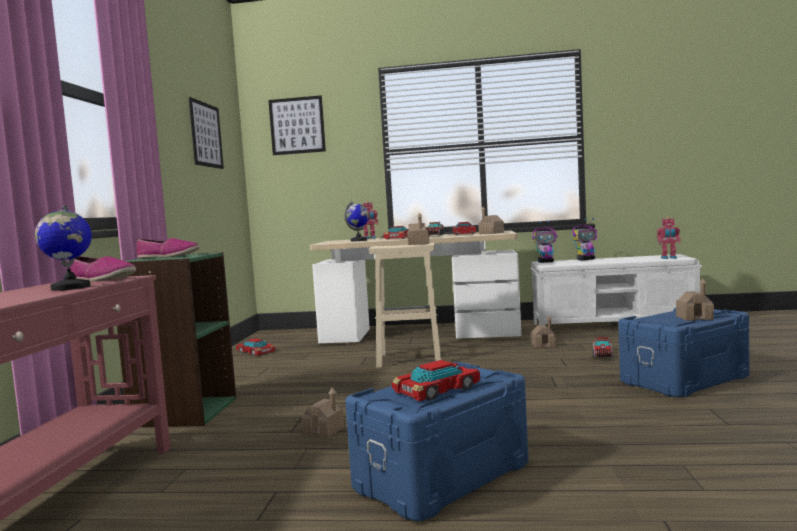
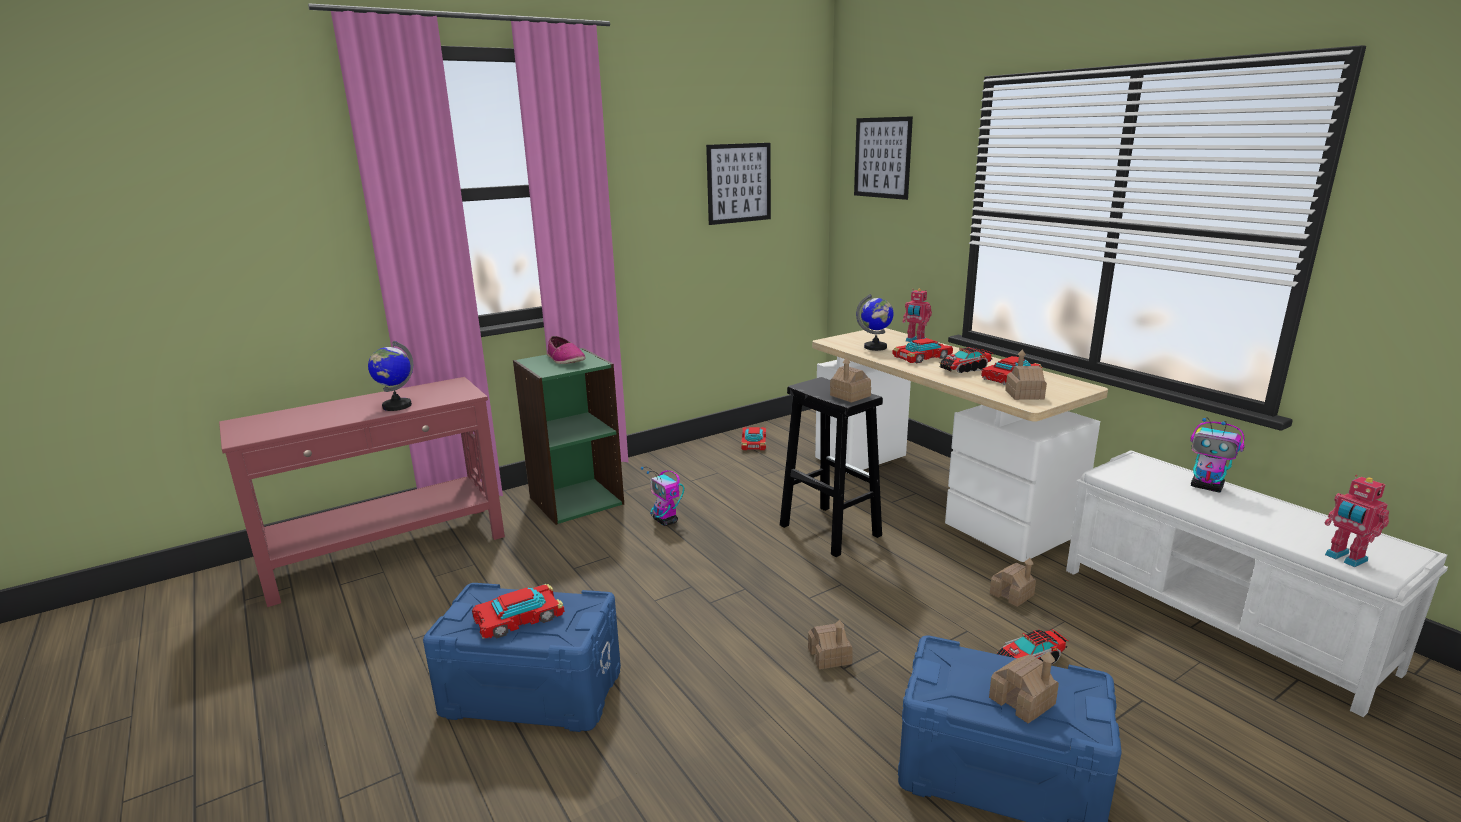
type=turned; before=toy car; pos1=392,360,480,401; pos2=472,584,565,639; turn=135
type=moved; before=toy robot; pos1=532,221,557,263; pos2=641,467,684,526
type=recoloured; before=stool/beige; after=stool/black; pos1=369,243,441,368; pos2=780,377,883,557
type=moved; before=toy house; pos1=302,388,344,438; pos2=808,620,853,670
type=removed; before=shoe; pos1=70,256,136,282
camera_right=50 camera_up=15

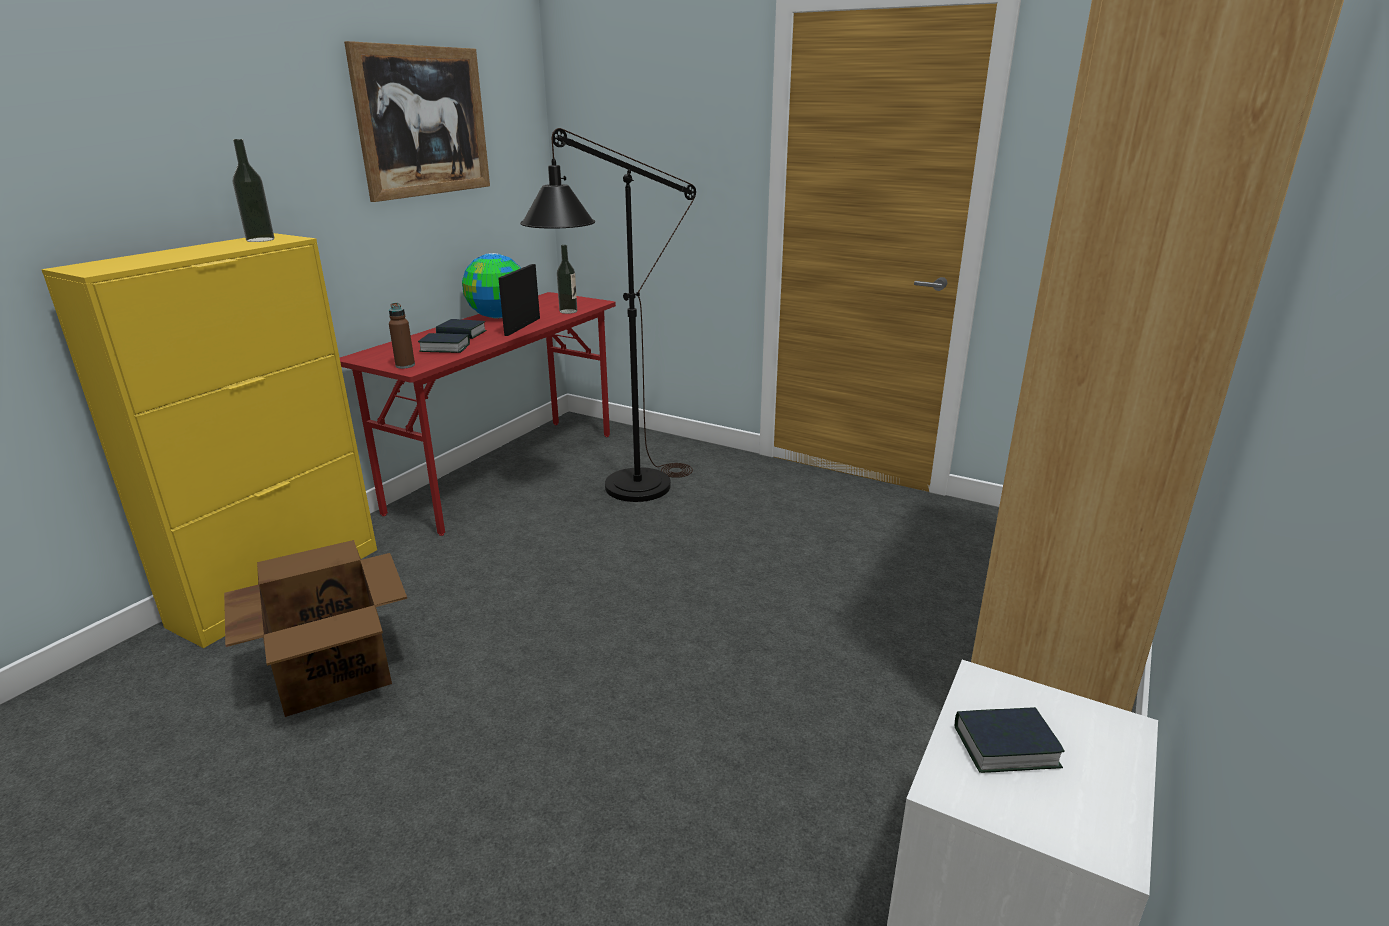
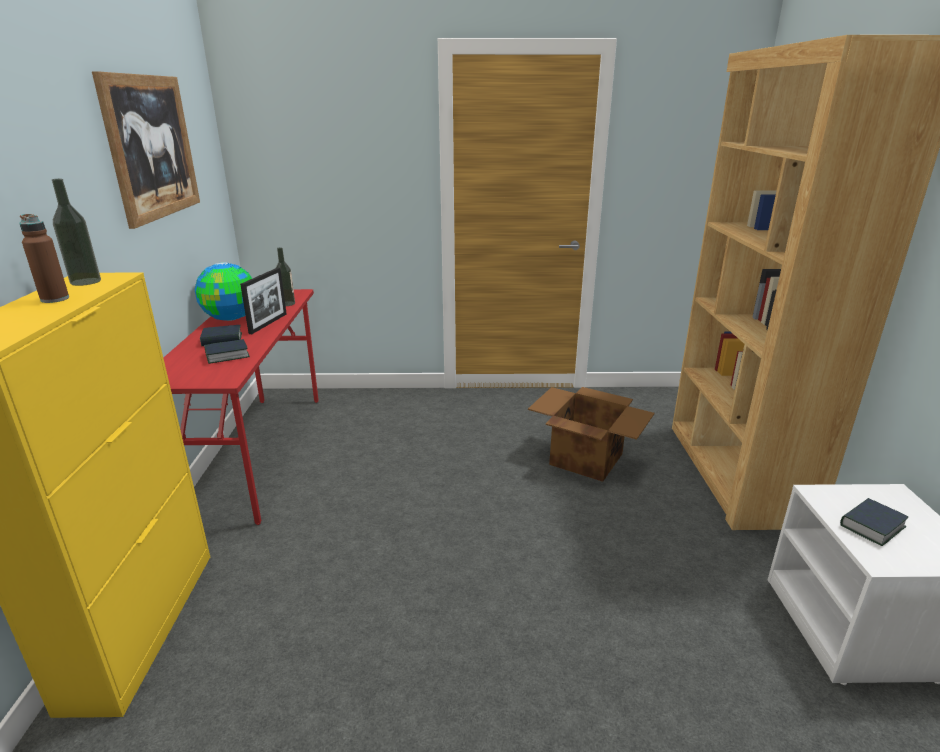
type=moved; before=bottle/brown; pos1=389,303,415,369; pos2=20,214,69,303
type=turned; before=picture frame; pos1=498,264,540,336; pos2=240,268,287,334; turn=-150
type=moved; before=cardboard box; pos1=224,540,407,717; pos2=528,387,655,482
type=removed; before=floor lamp/black; pos1=520,128,696,502
camera_right=-30 camera_up=0

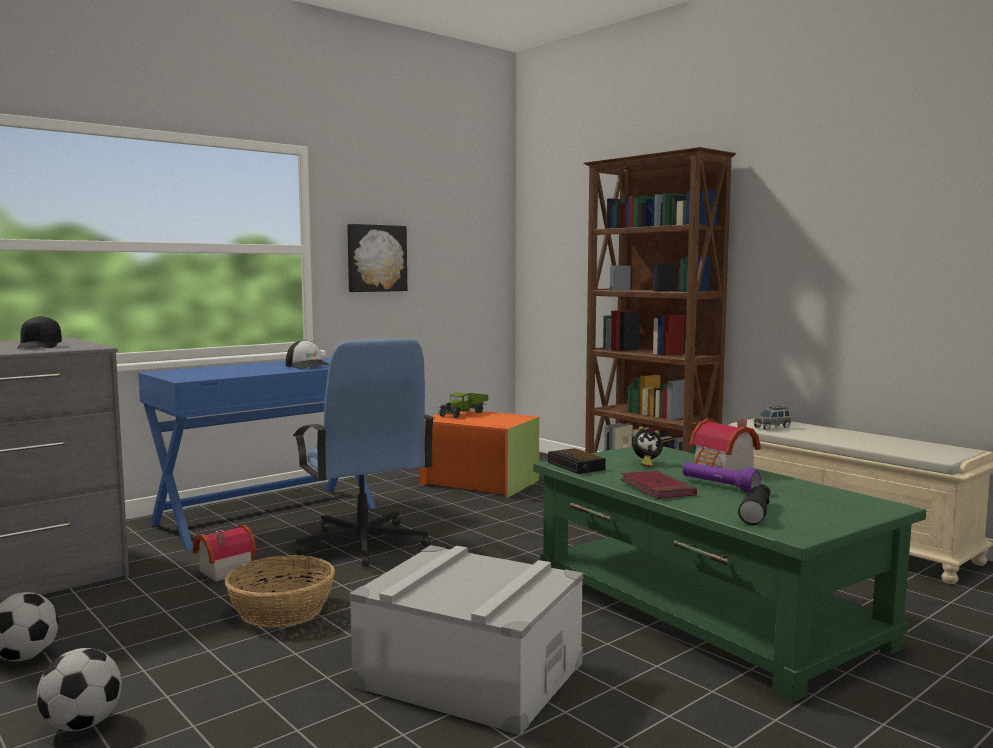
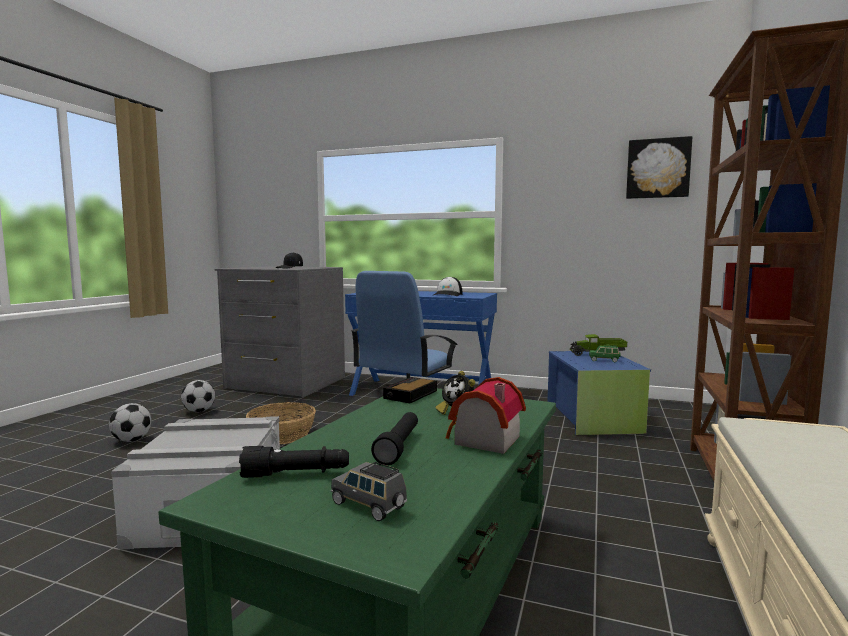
type=moved; before=toy car/grey; pos1=753,406,791,430; pos2=331,462,407,521
type=recoloured; before=flashlight/purple; after=flashlight/black; pos1=682,462,761,493; pos2=371,412,418,465
type=recoloured; before=storage box/orange; after=storage box/blue; pos1=420,410,539,498; pos2=548,351,651,435
type=added; after=toy car/green; pos2=589,345,621,362
type=moved; before=picture; pos1=347,224,407,292; pos2=626,136,692,199
type=removed; before=toy house; pos1=193,525,257,582
type=removed; before=book/red; pos1=620,471,697,499
camera_right=60 camera_up=0

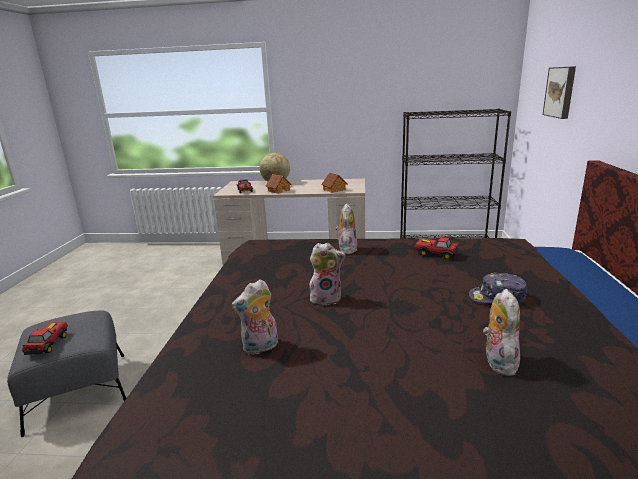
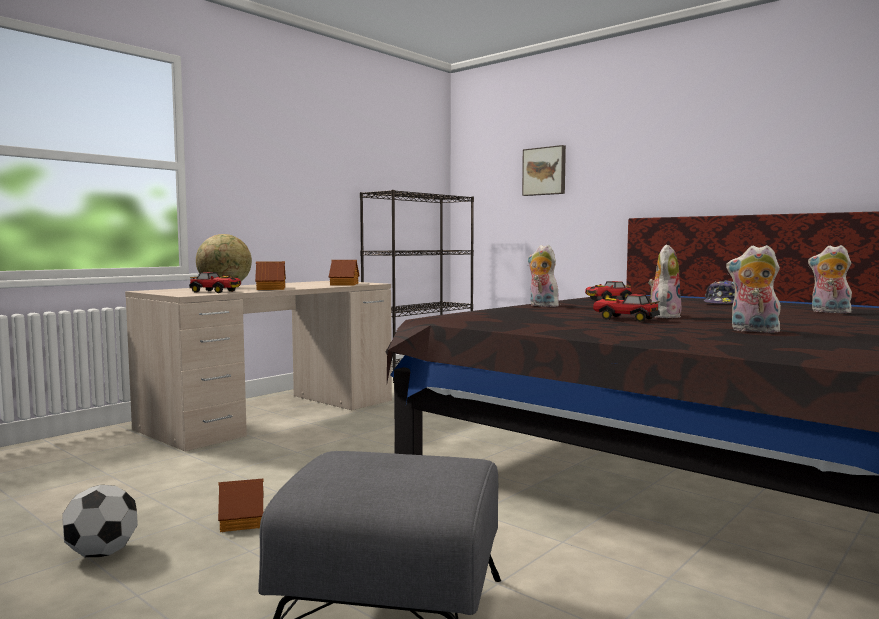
type=added; after=football; pos2=62,485,138,557
type=added; after=toy house; pos2=218,478,264,532
type=moved; before=toy car; pos1=22,322,68,355; pos2=593,294,660,322
type=turned; before=plush toy; pos1=232,279,278,355; pos2=726,245,781,333; turn=120
camera_right=-55 camera_up=-15

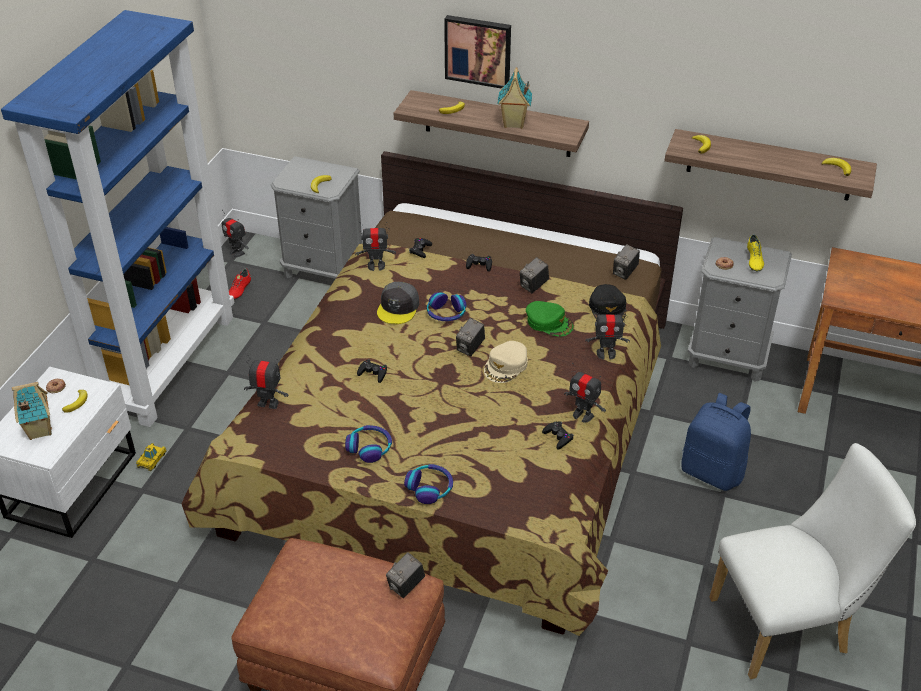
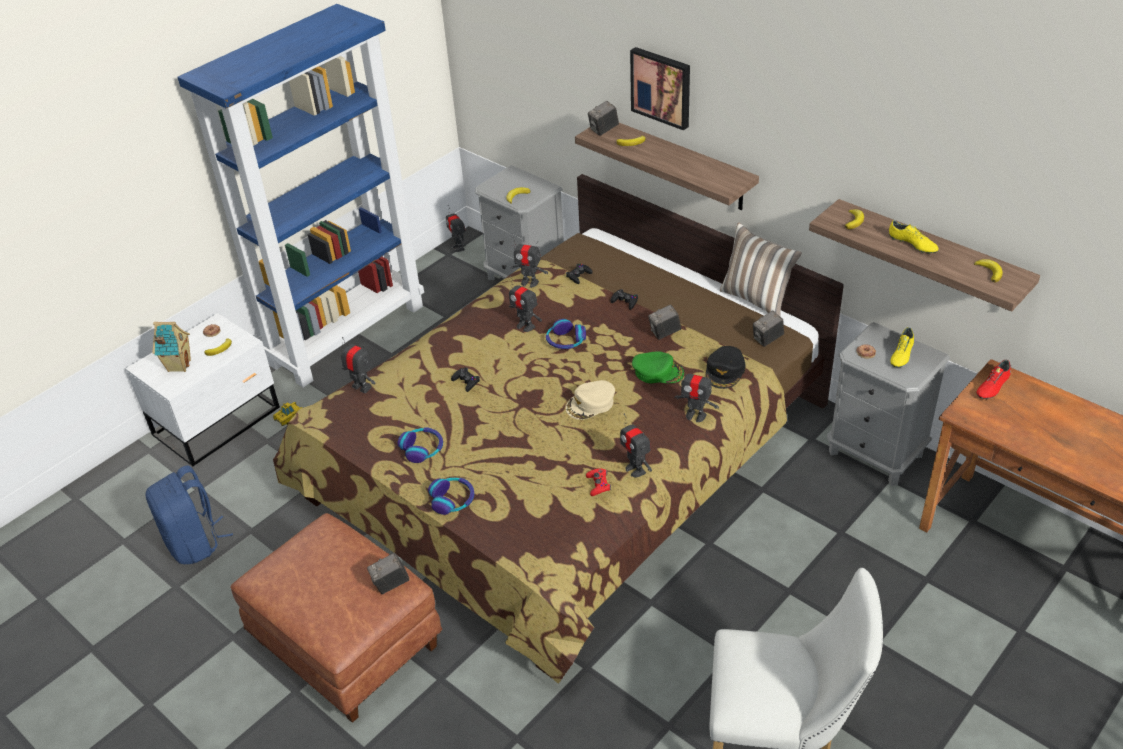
type=moved; before=backpack/blue; pos1=681,393,751,491; pos2=146,465,233,564
type=replaced; before=cap/grey; after=toy robot; pos1=377,282,419,324; pos2=509,276,542,332
type=recoloured; before=game controller/black; after=game controller/red; pos1=542,421,574,449; pos2=586,468,611,496
type=moved; before=photo camera; pos1=456,318,485,356; pos2=588,101,619,136
type=turned; before=cap/green; pos1=526,301,574,337; pos2=632,351,684,383; turn=-45
type=added; after=pillow; pos2=720,223,802,316
type=added; after=shoe/yellow; pos2=889,220,939,254
type=moved; before=shoe/red; pos1=229,268,251,300; pos2=977,360,1011,399
type=removed; before=toy house; pos1=498,67,532,129
camera_right=25 camera_up=0

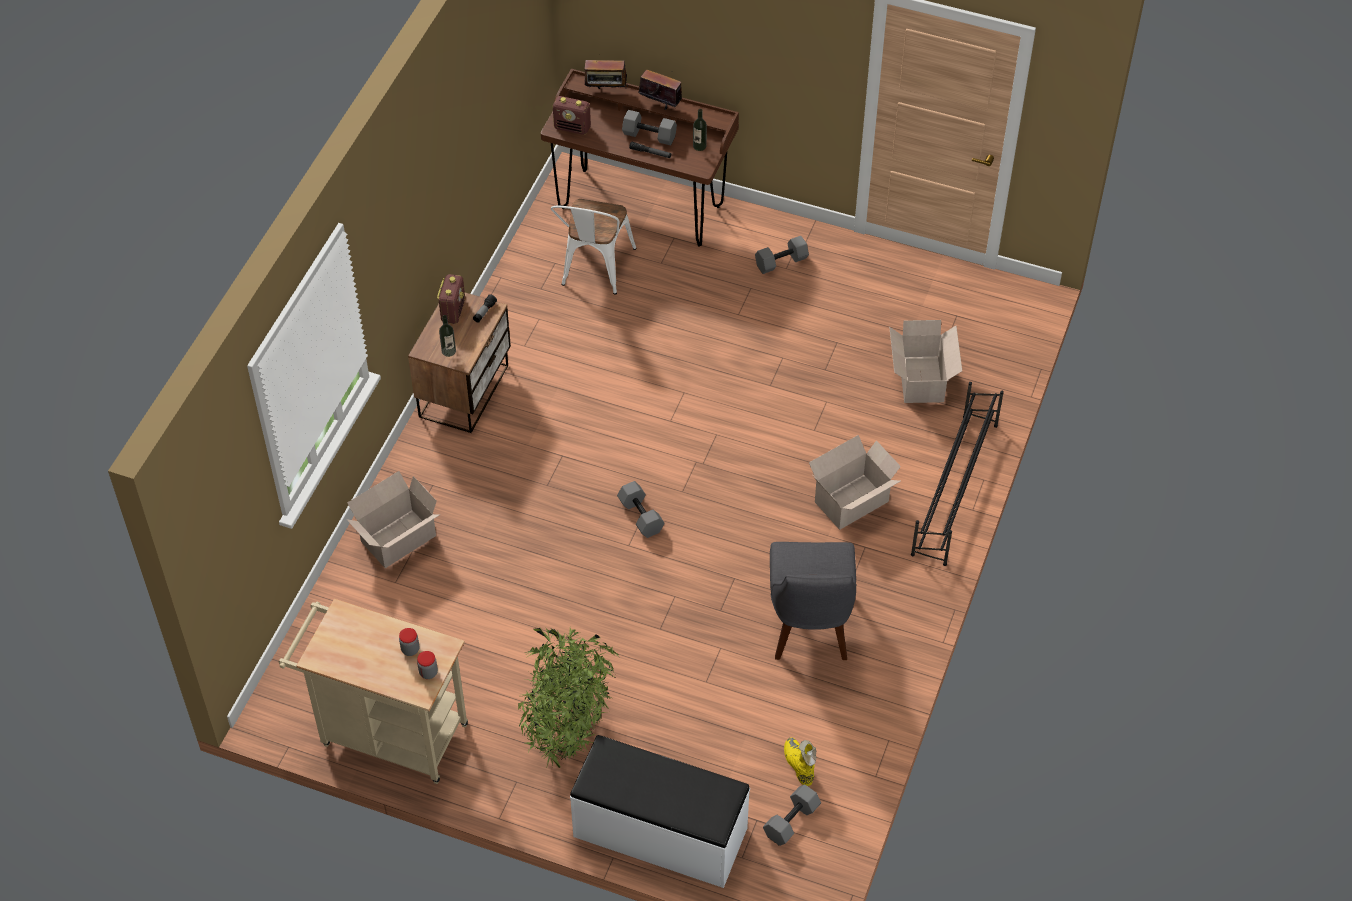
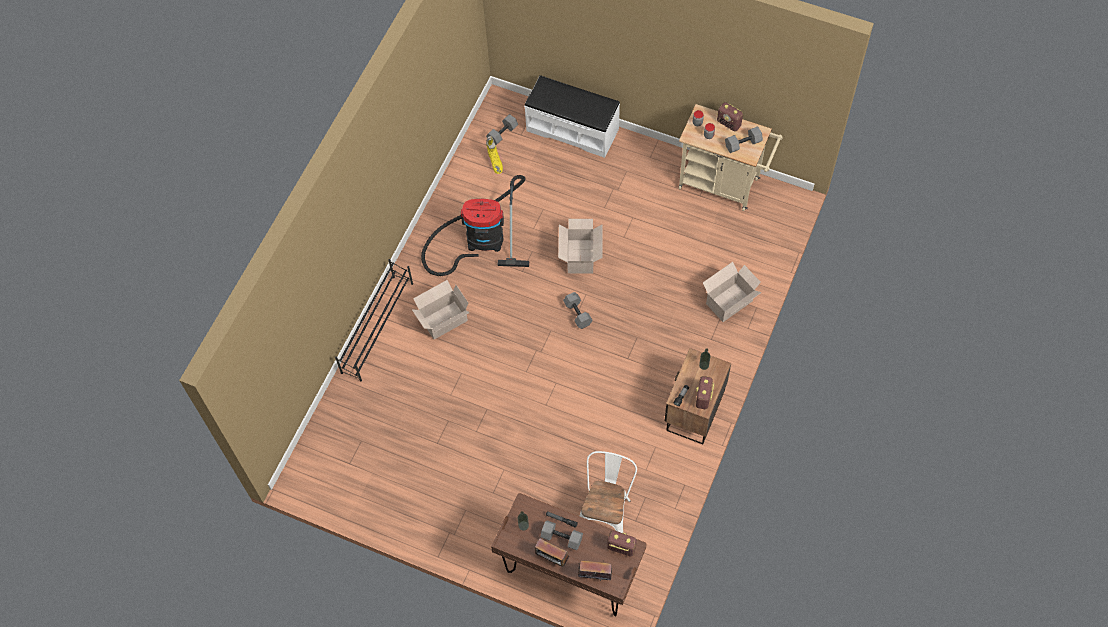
type=replaced; before=chair/grey; after=vacuum cleaner; pos1=770,542,857,660; pos2=421,175,529,276
type=moved; before=cardboard box; pos1=889,320,962,403; pos2=558,219,602,273
type=added; after=radio; pos2=717,102,743,131
type=moved; before=dumbbell/grey; pos1=755,236,809,274; pos2=725,126,763,153
type=removed; before=potted plant; pos1=518,627,620,769
camera_right=-175 camera_up=10

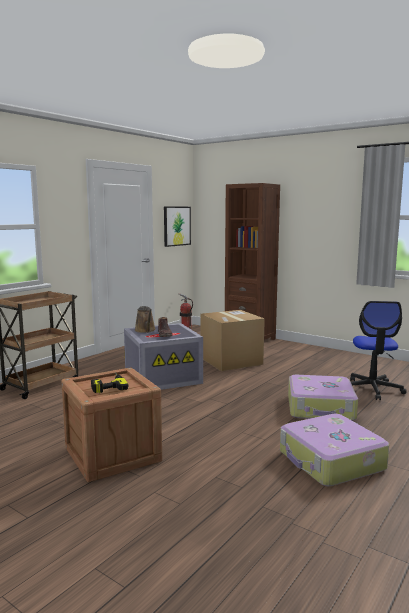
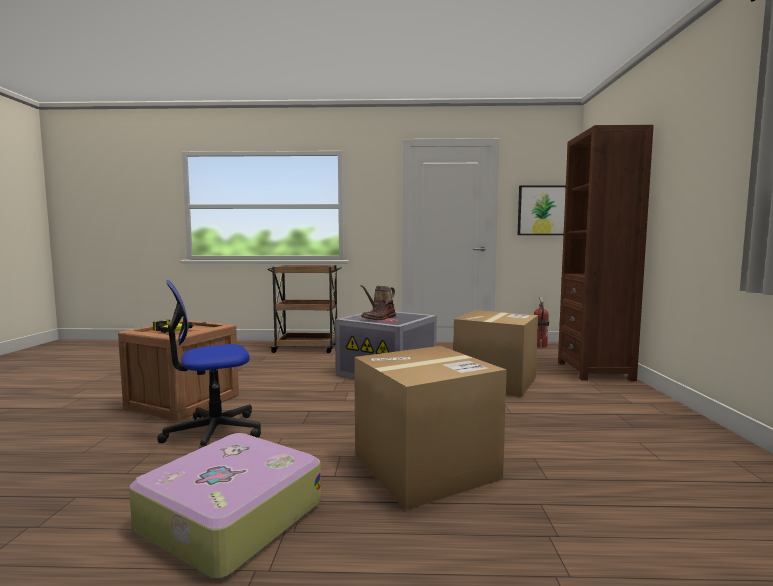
type=moved; before=office chair; pos1=350,301,407,400; pos2=157,280,261,449
type=replaced; before=suitcase; after=cardboard box; pos1=288,375,358,421; pos2=354,346,507,511
camera_right=55 camera_up=-5

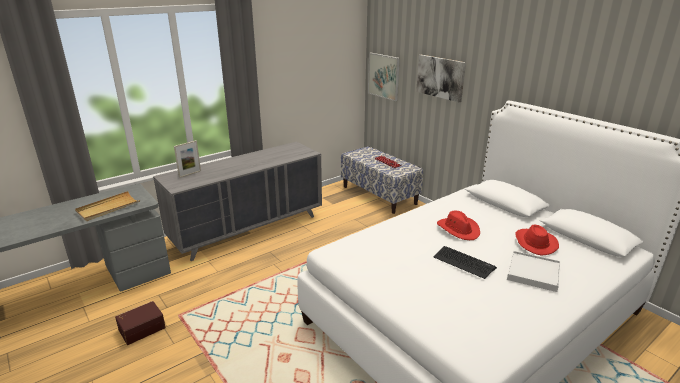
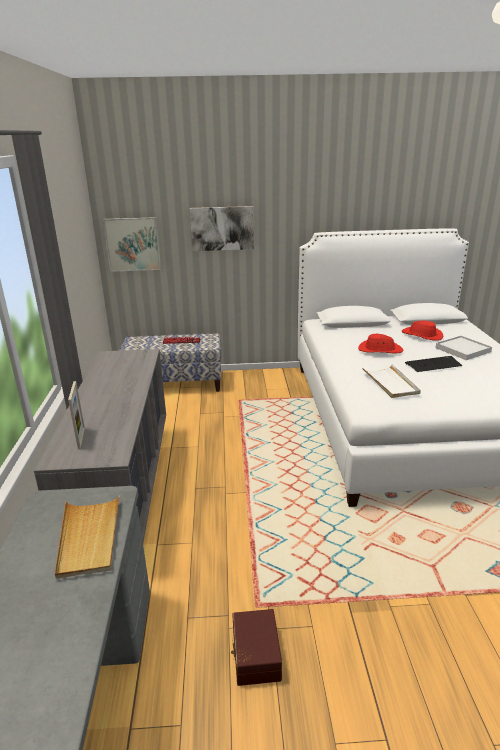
type=added; after=tray/white; pos2=362,364,421,398
camera_right=-55 camera_up=0

